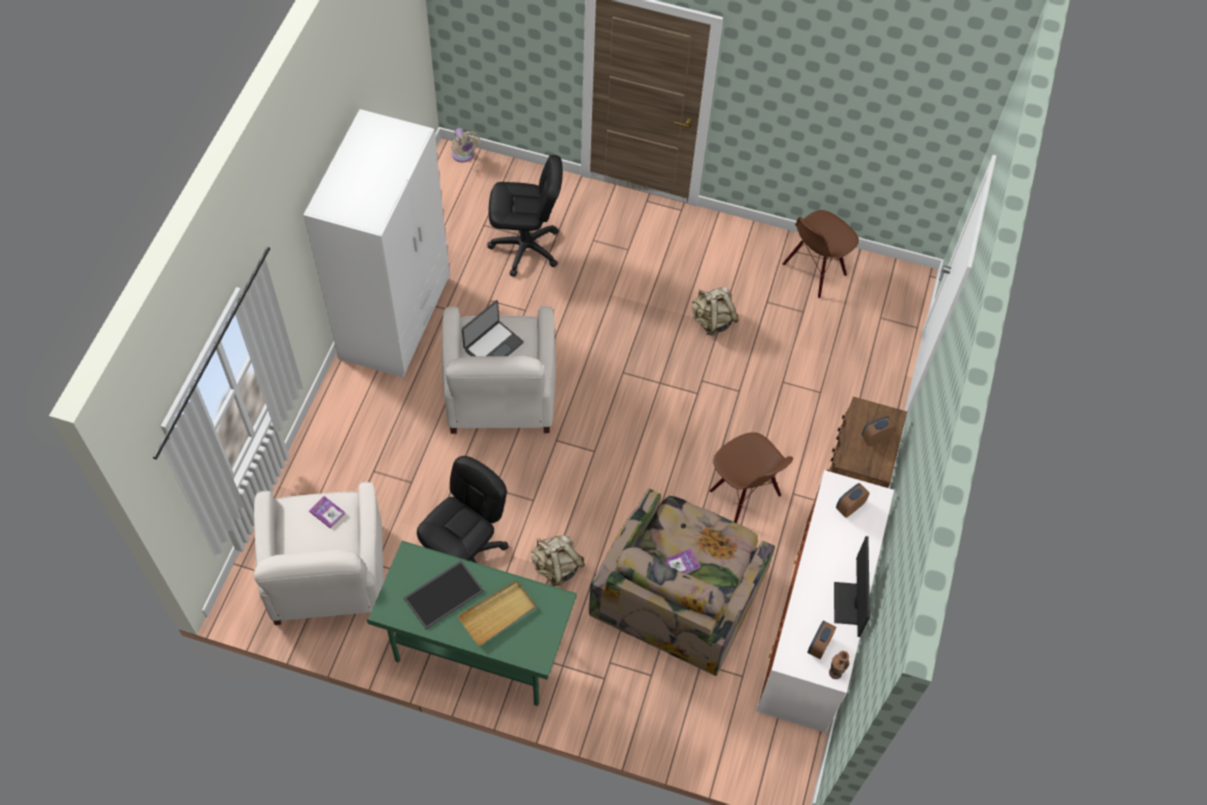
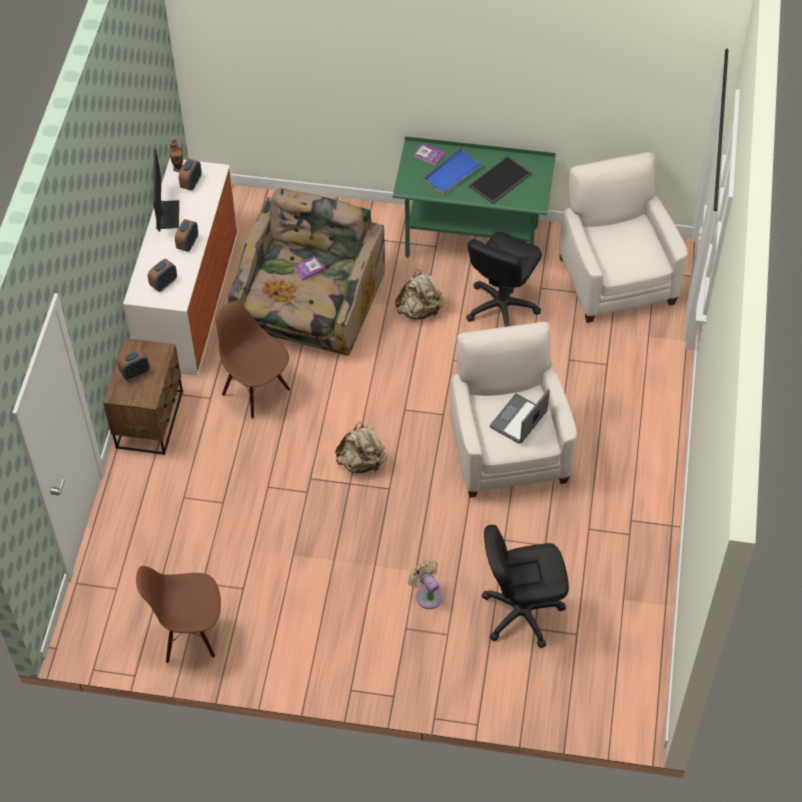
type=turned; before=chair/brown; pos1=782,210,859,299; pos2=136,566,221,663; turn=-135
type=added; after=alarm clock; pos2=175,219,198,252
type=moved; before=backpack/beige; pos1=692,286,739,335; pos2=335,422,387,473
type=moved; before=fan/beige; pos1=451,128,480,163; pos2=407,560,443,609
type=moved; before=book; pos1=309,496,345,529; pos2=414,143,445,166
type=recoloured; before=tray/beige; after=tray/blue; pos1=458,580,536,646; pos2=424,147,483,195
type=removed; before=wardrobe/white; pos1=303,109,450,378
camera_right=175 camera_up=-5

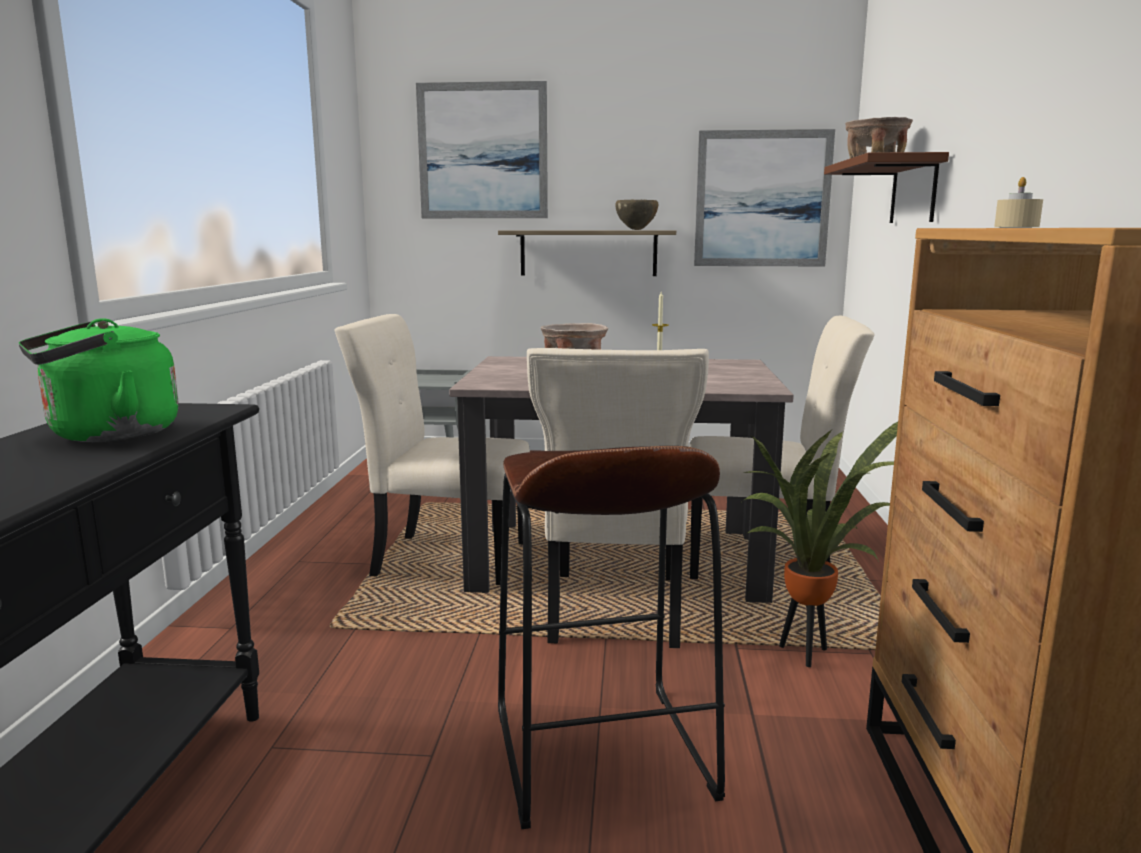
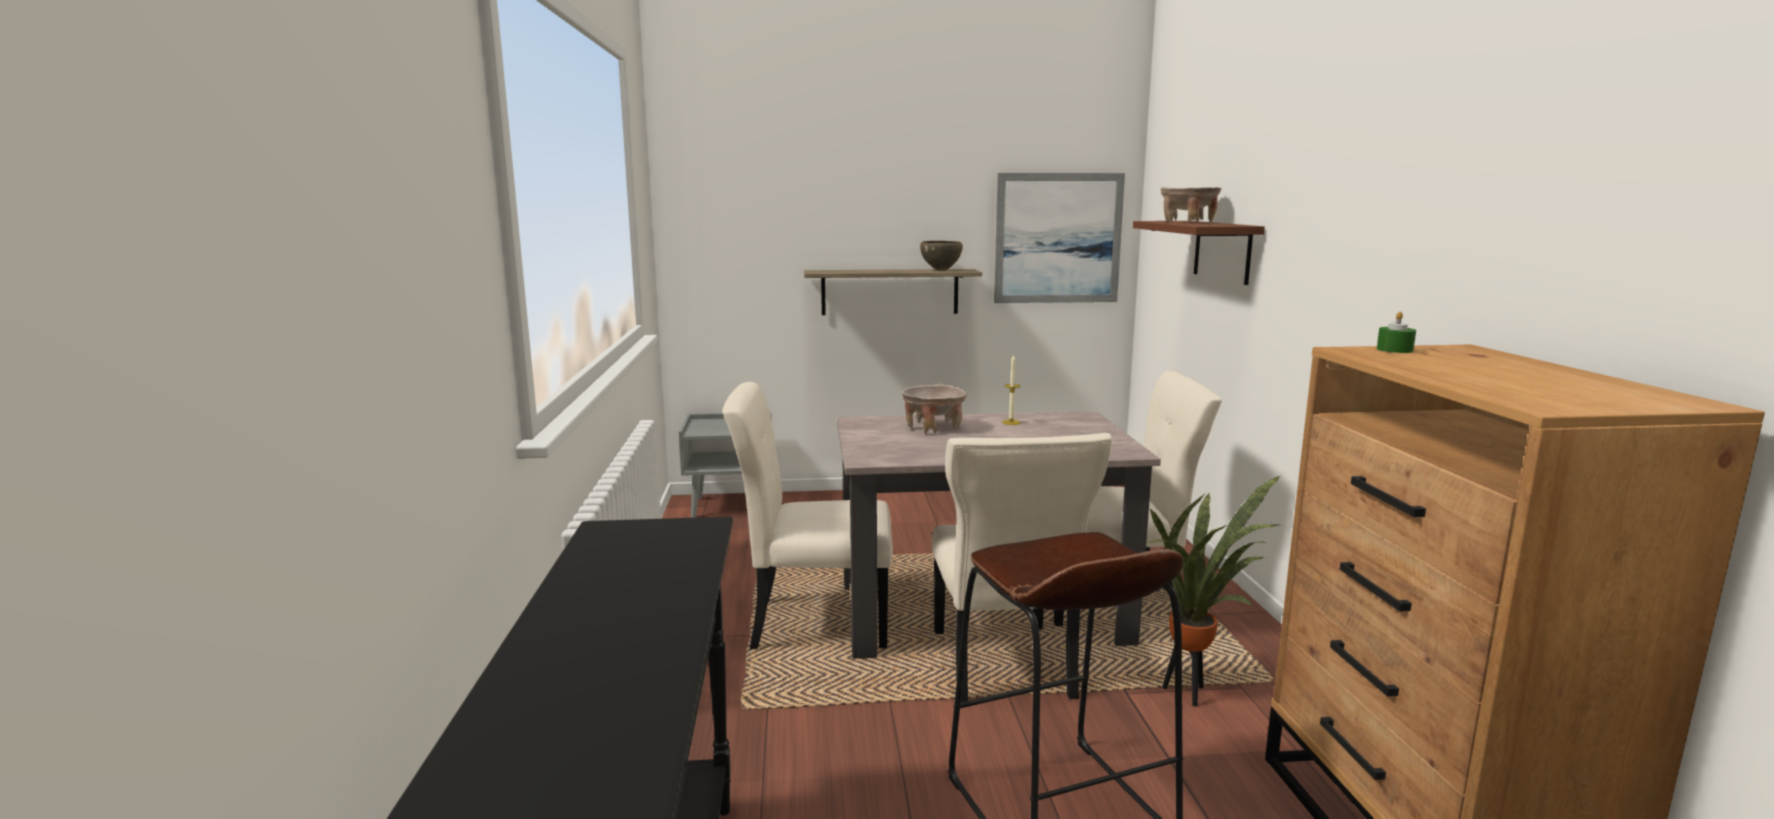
type=recoloured; before=candle/beige; after=candle/green; pos1=994,177,1043,227; pos2=1377,312,1416,353
type=removed; before=kettle/green; pos1=18,318,179,442
type=removed; before=picture; pos1=416,81,548,218
camera_right=-10 camera_up=0

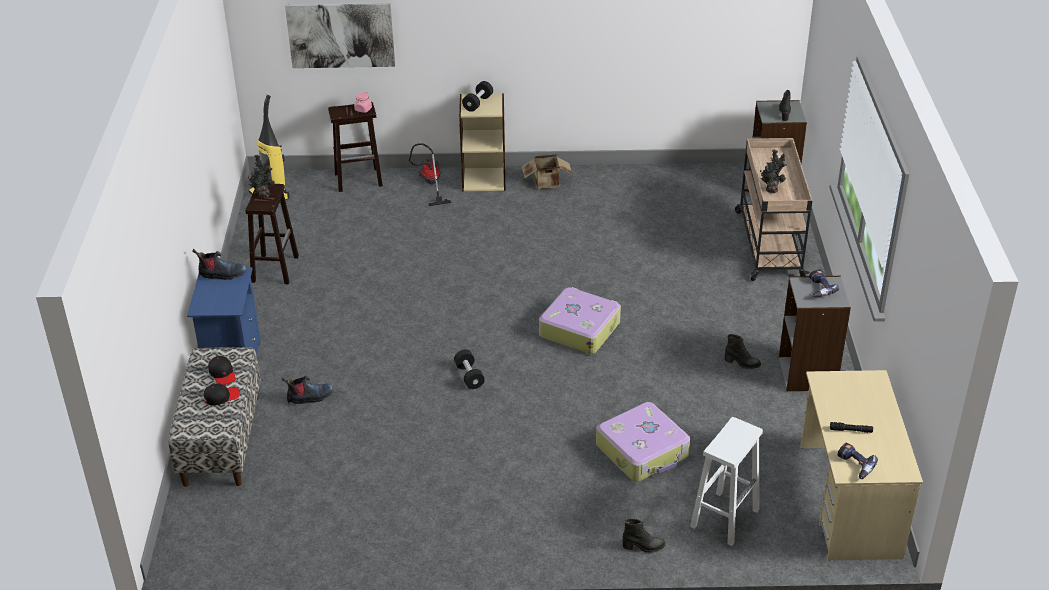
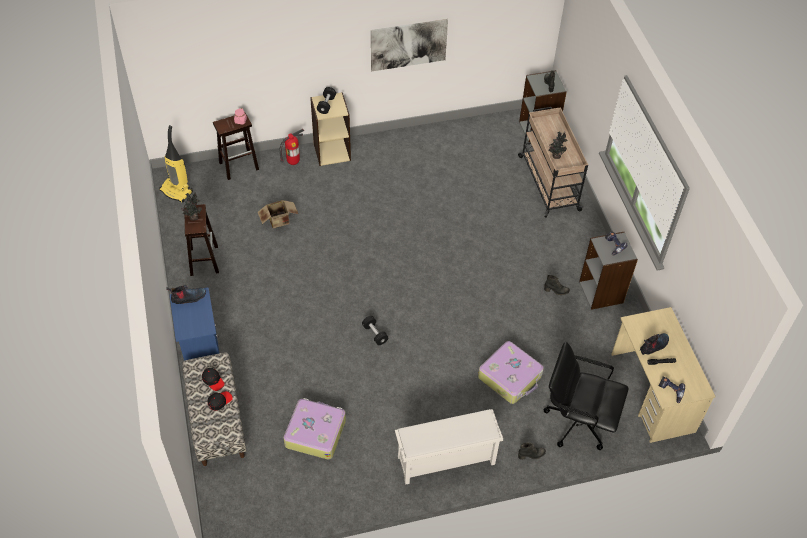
type=moved; before=cardboard box; pos1=522,154,573,189; pos2=258,200,298,228
type=replaced; before=vacuum cleaner; after=fire extinguisher; pos1=409,143,451,206; pos2=279,129,304,165
type=moved; before=suitcase; pos1=539,287,621,354; pos2=284,398,346,460
type=moved; before=picture; pos1=285,3,395,68; pos2=371,19,448,72
type=added; after=shoe rack/white; pos2=395,409,503,485
type=replaced; before=stool/white; after=office chair/black; pos1=690,417,763,546; pos2=544,342,629,450
type=moved; before=boot; pos1=282,376,334,404; pos2=640,333,669,355
camera_right=-15 camera_up=15

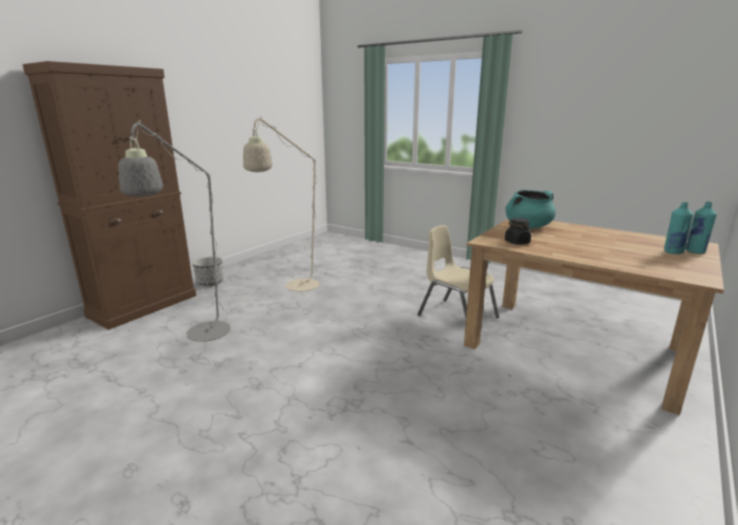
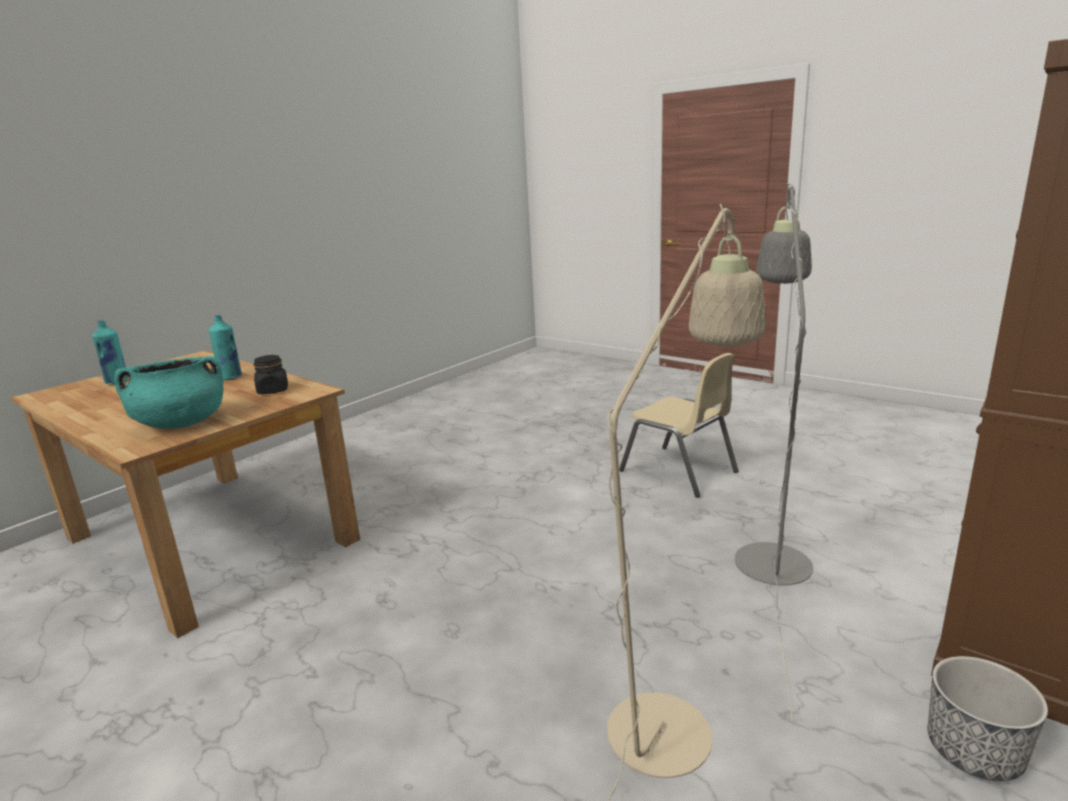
type=moved; before=bottle/turquoise; pos1=685,202,717,254; pos2=209,315,242,380
type=moved; before=chair/beige; pos1=417,225,499,318; pos2=619,353,739,498
camera_right=-175 camera_up=0

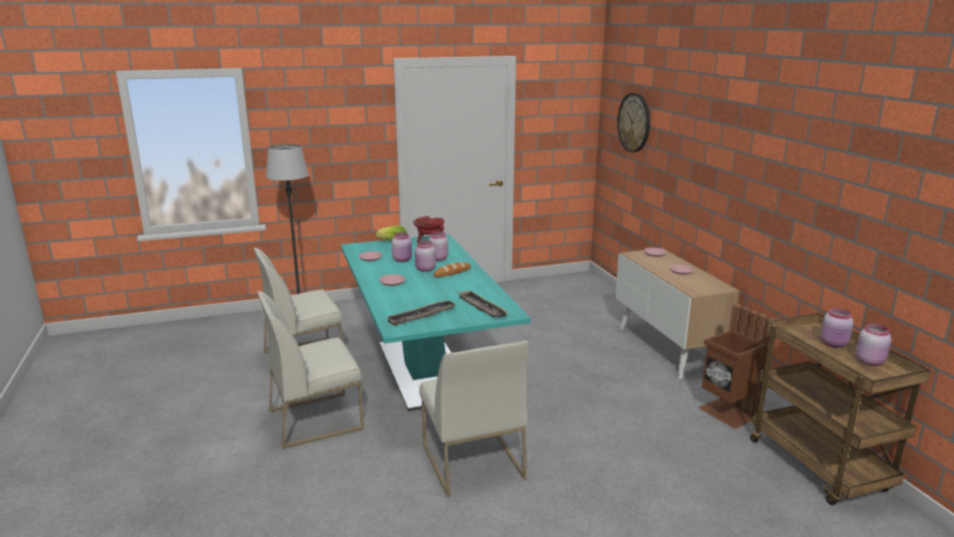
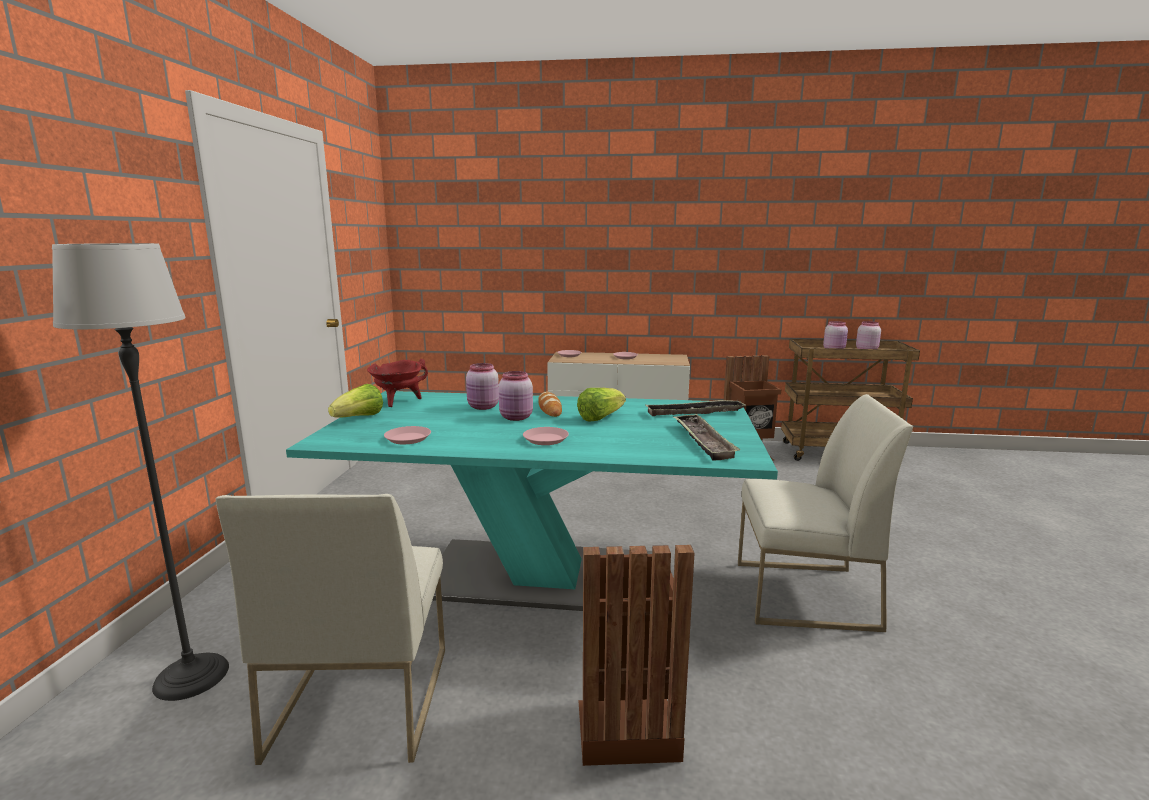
type=added; after=lettuce; pos2=577,388,626,421
type=replaced; before=chair/white; after=trash can/brown; pos1=257,291,364,449; pos2=578,545,694,766
type=removed; before=jar/pink; pos1=392,233,412,262
type=removed; before=wall clock; pos1=617,93,650,152
camera_right=-65 camera_up=-5

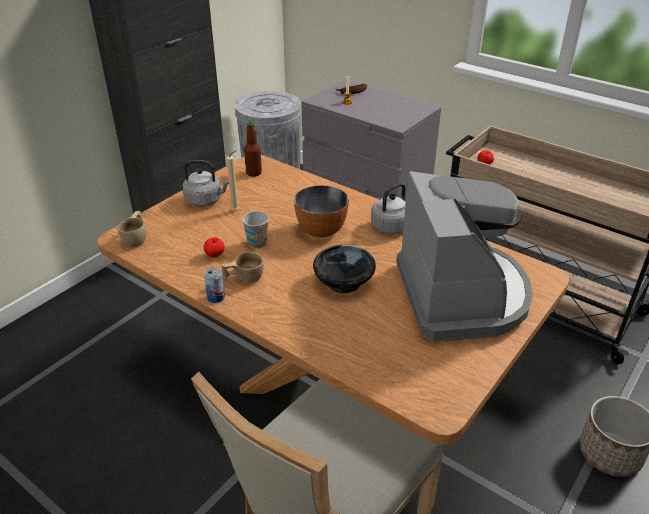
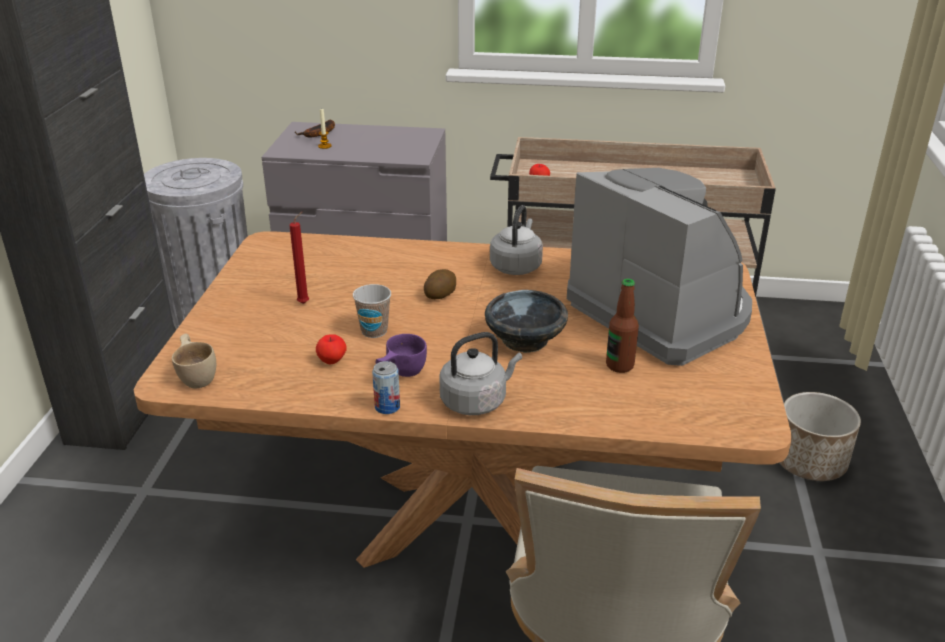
type=recoloured; before=candle/beige; after=candle/red; pos1=226,150,239,211; pos2=289,212,309,304
type=recoloured; before=cup/beige; after=cup/purple; pos1=222,252,264,283; pos2=376,334,427,377
type=replaced; before=bowl; after=potato; pos1=294,185,349,237; pos2=424,269,456,299
type=moved; before=kettle/grey; pos1=183,160,229,207; pos2=439,332,522,415
type=moved; before=bottle; pos1=244,122,262,177; pos2=606,279,639,373
camera_right=-30 camera_up=-5

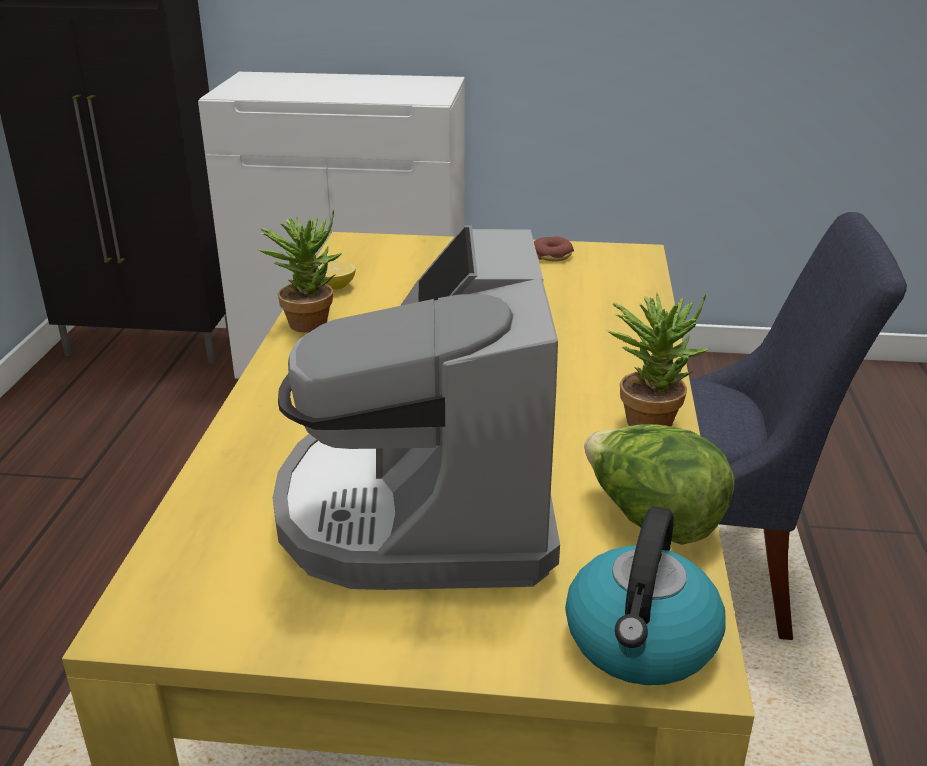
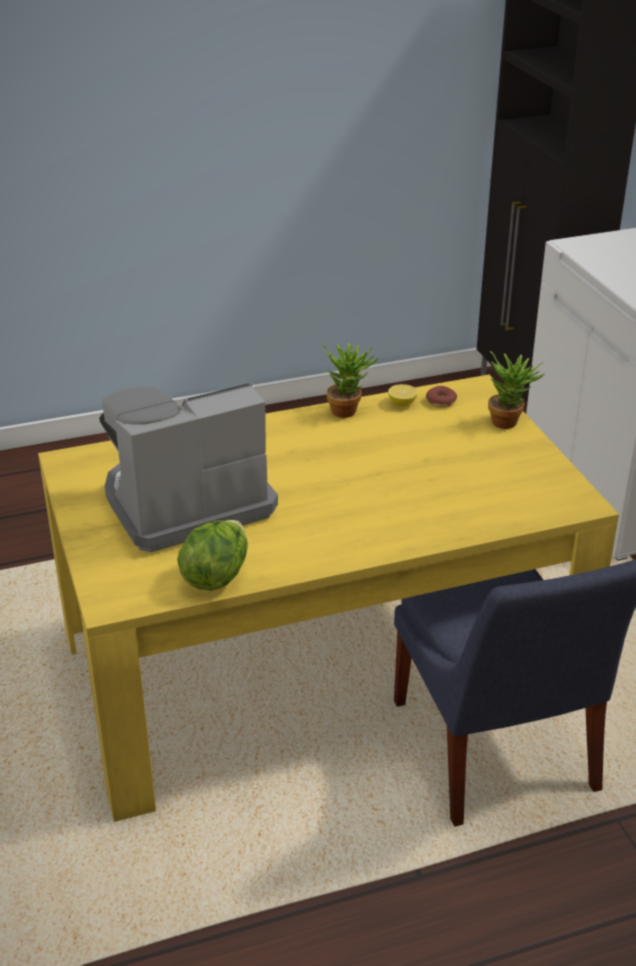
type=moved; before=donut; pos1=534,237,574,262; pos2=426,386,457,408
type=moved; before=potted plant; pos1=605,293,708,426; pos2=488,351,545,429
type=removed; before=kettle; pos1=565,506,726,685
camera_right=65 camera_up=5

